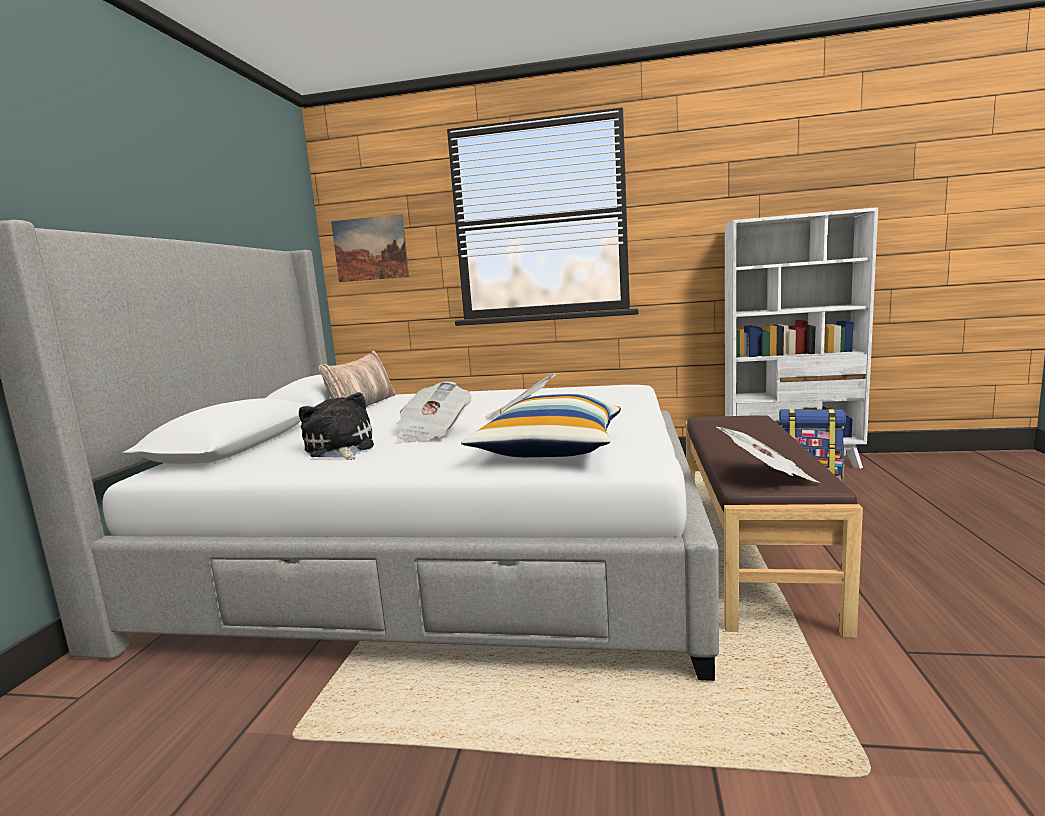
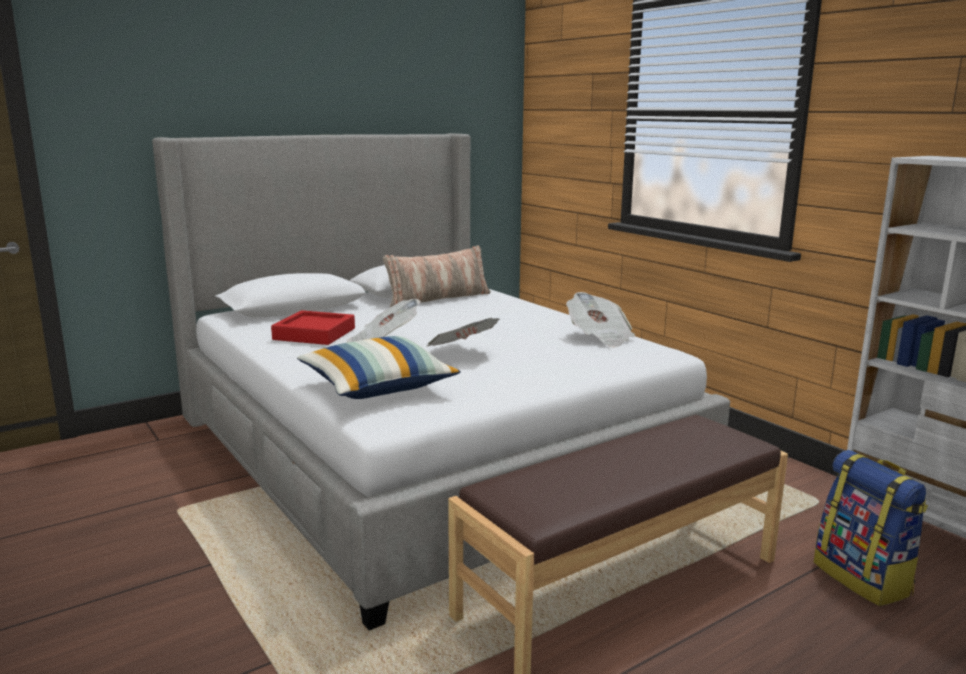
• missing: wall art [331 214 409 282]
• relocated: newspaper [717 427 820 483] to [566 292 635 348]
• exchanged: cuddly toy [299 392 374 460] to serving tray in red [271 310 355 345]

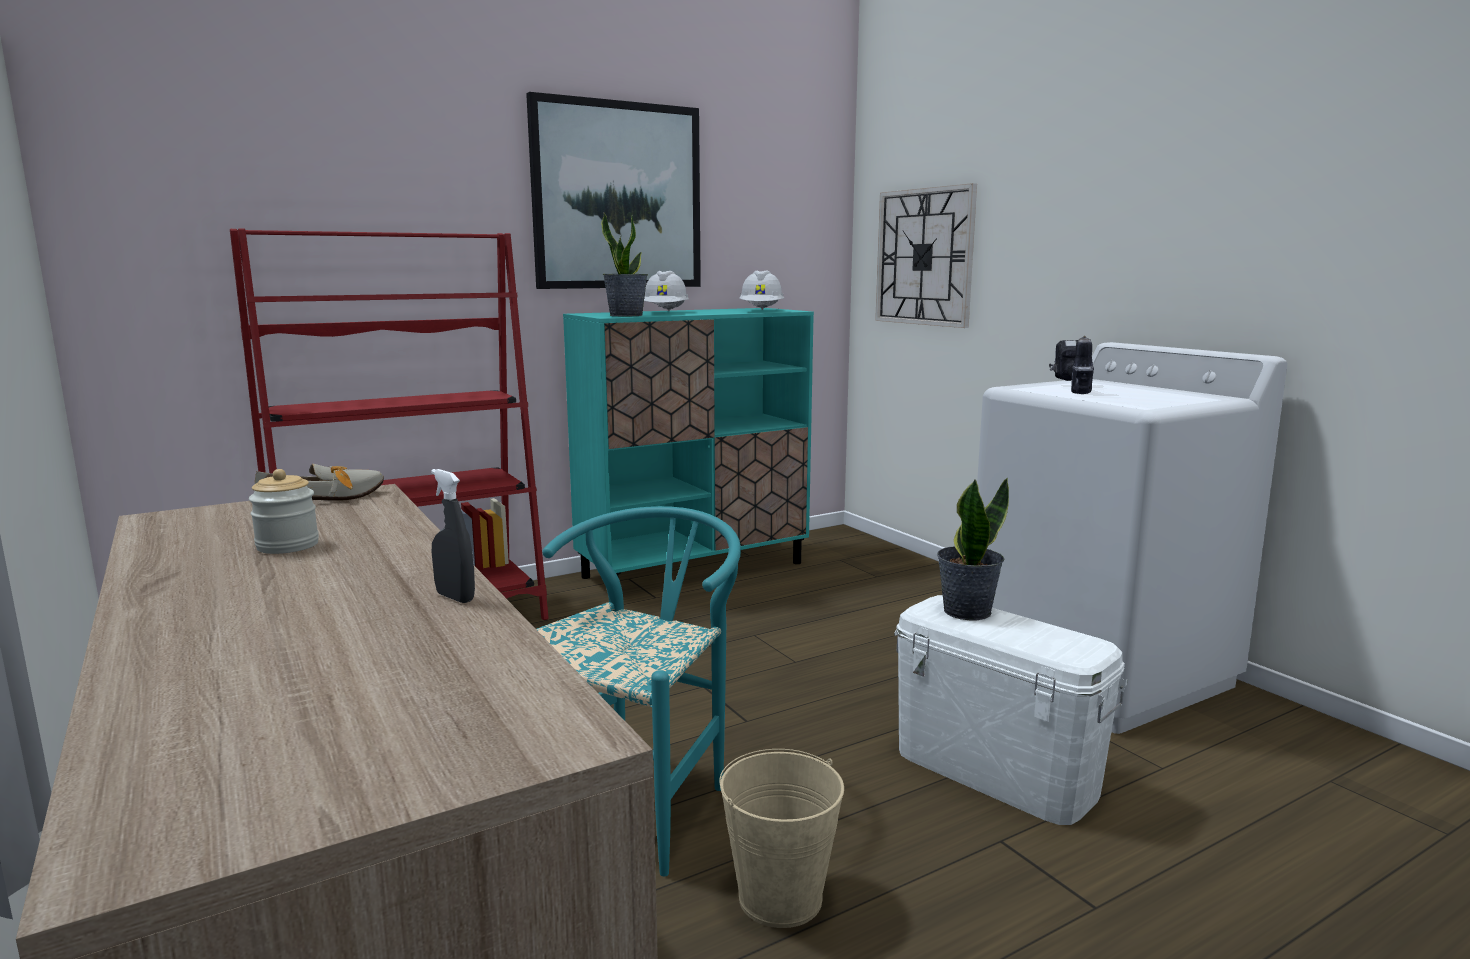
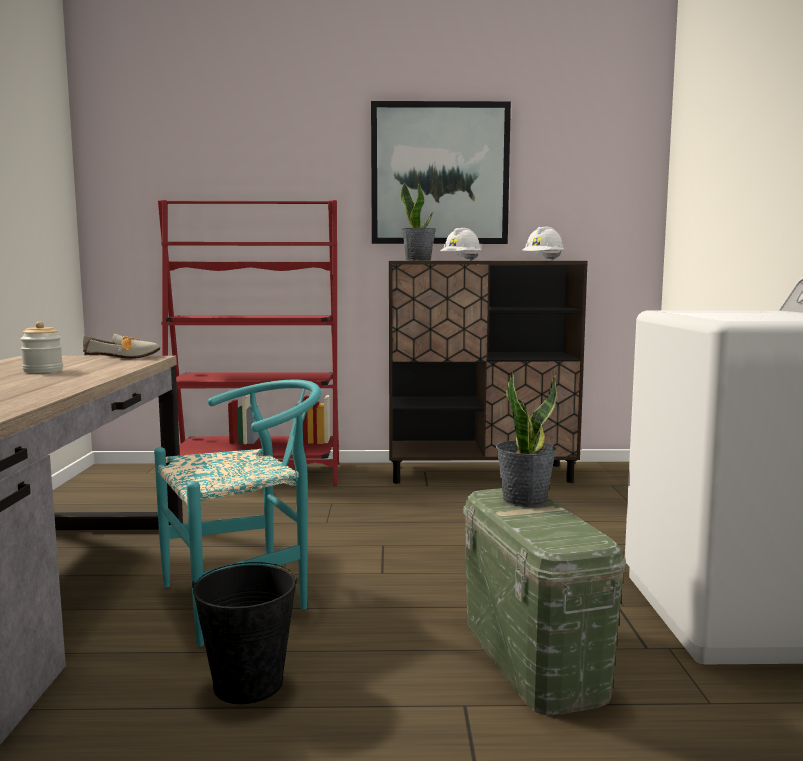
• missing: hand sprayer in gray [431 469 475 603]
• missing: clock on the wall [875 183 977 328]
• missing: electric drill [1049 336 1094 394]
• colour: cabinet in blue-green [563 308 814 579] to cabinet in brownish [389 261 588 483]
• colour: bucket in beige-coloured [719 749 844 928] to bucket in black [192 562 298 704]
• colour: storage bin in white-coloured [894 595 1128 825] to storage bin in green-coloured [463 488 626 715]

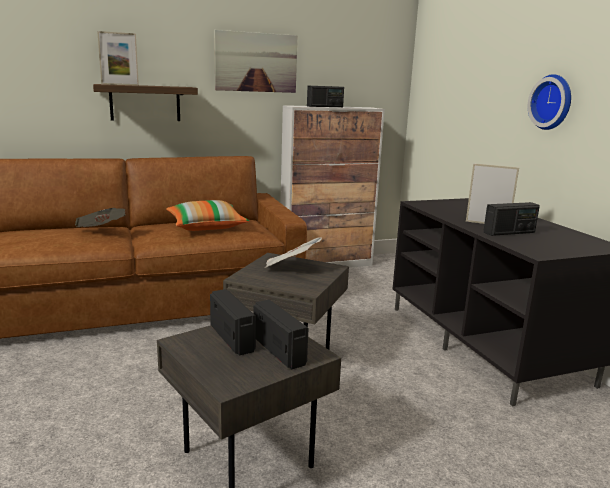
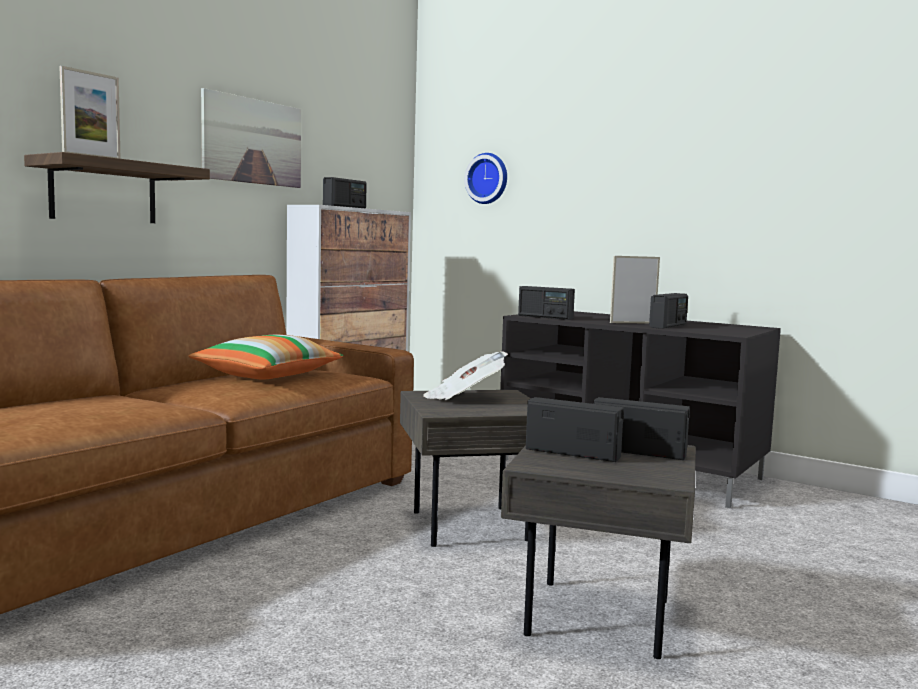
• missing: newspaper [75 208 126 227]
• appeared: radio set [518 286 575 320]
• relocated: clock on the wall [528 74 571 130] to [464 153 507 204]

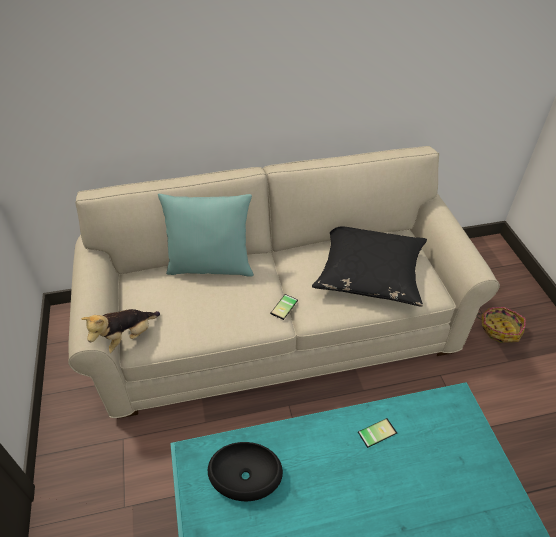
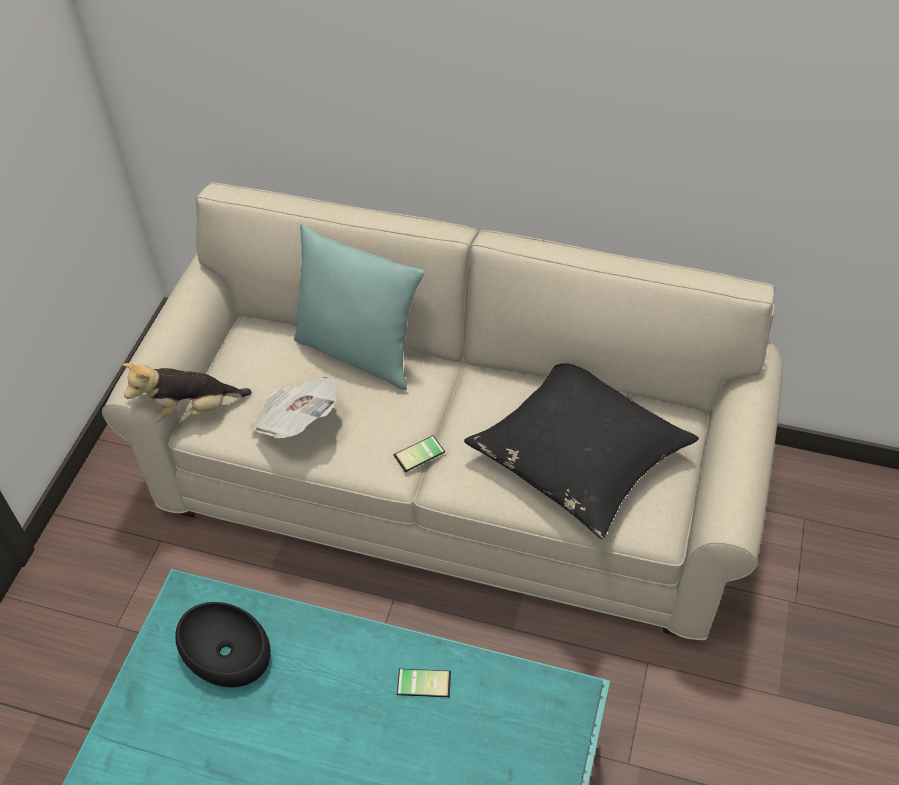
• missing: storage basket [476 307 526 343]
• appeared: newspaper [250 377 342 438]

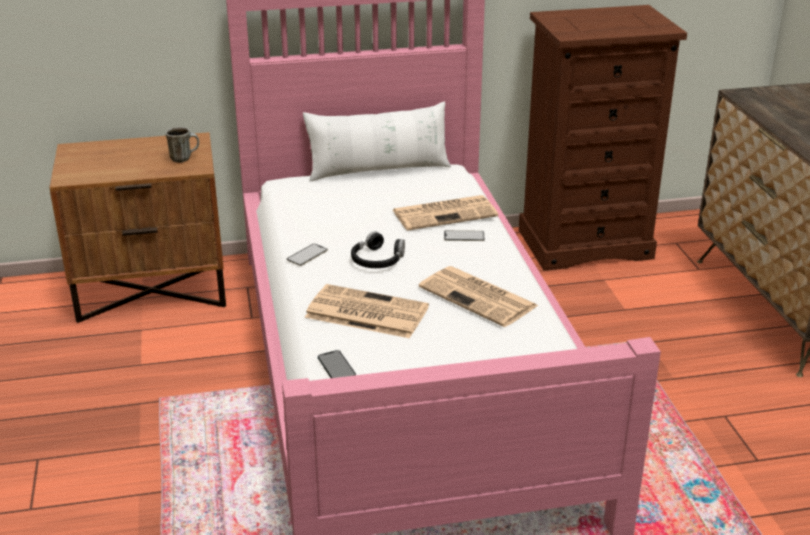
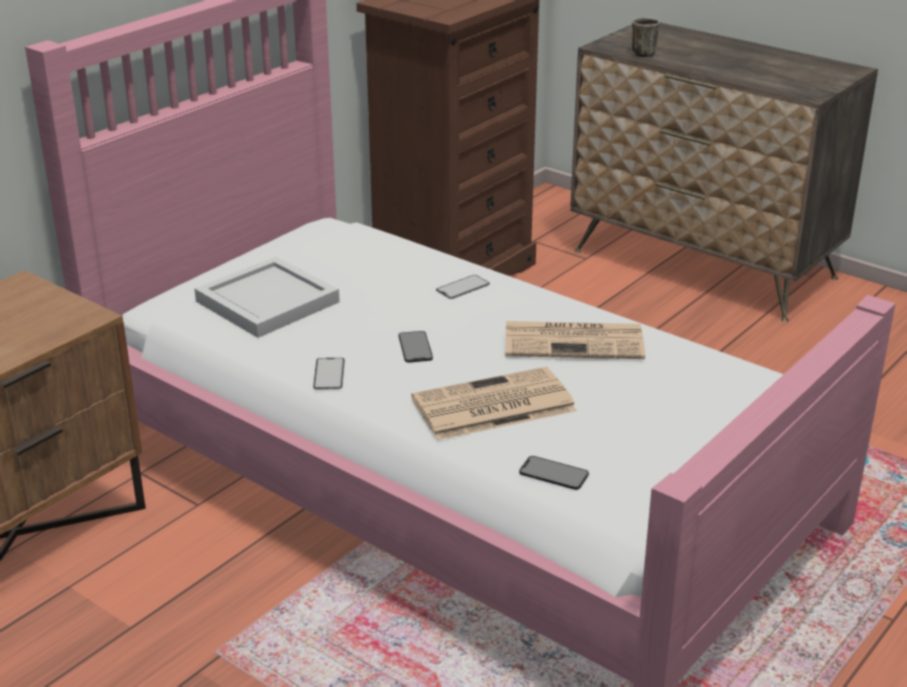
• missing: pillow in white-coloured [303 102 451 182]
• missing: newspaper [393 195 498 231]
• appeared: serving tray in white-coloured [194 256 340 338]
• relocated: coffee mug [165 127 199 163] to [632 17 660 57]
• exchanged: headphones in black [351 231 405 268] to phone [398 331 433 363]

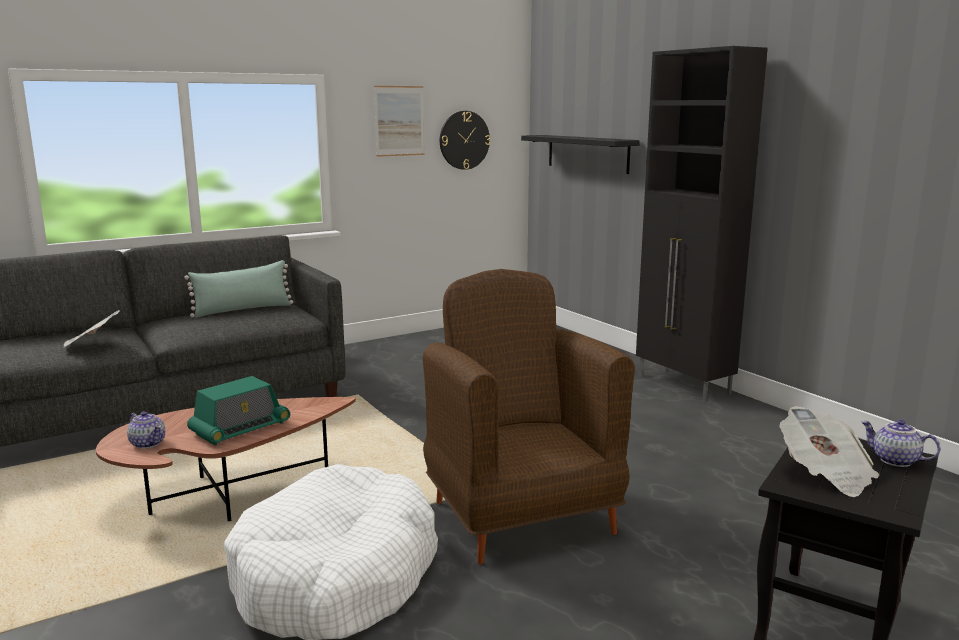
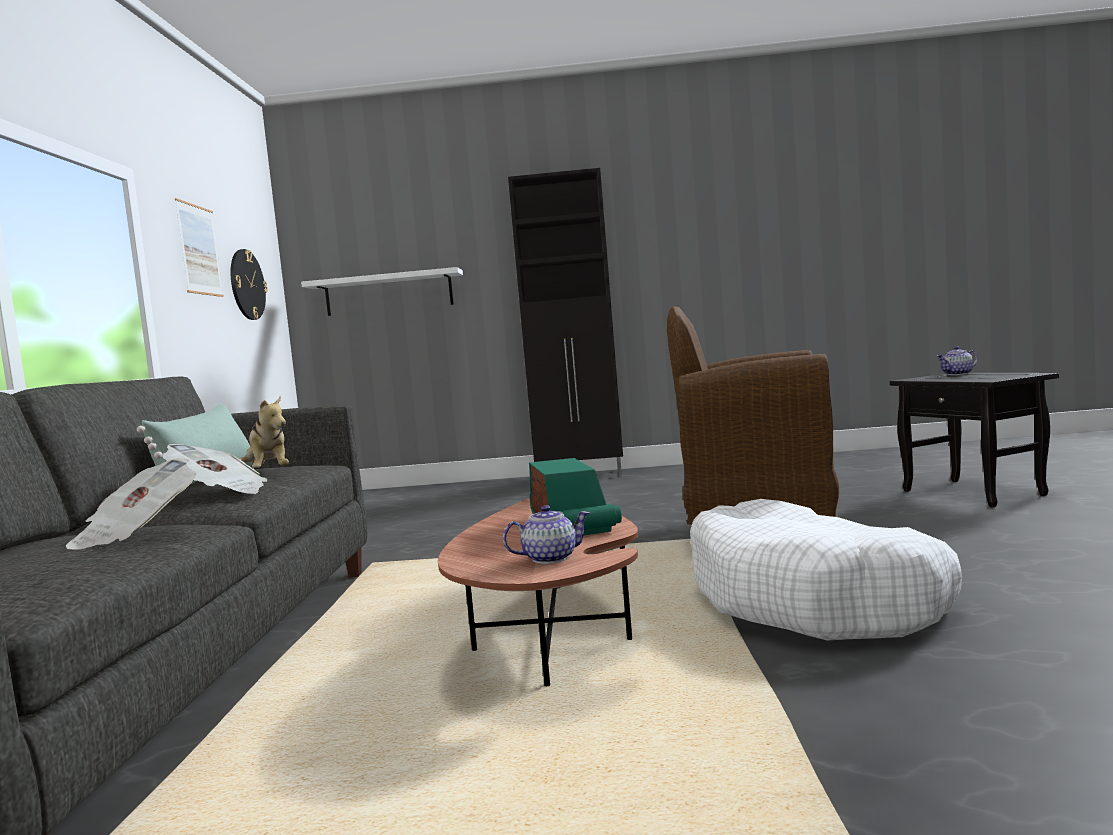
• appeared: cuddly toy [239 396 289 469]
• relocated: newspaper [779 406 879 497] to [162 444 268 494]
• colour: bracket shelf in black [521 135 640 174] to bracket shelf in white-coloured [301 267 463 316]

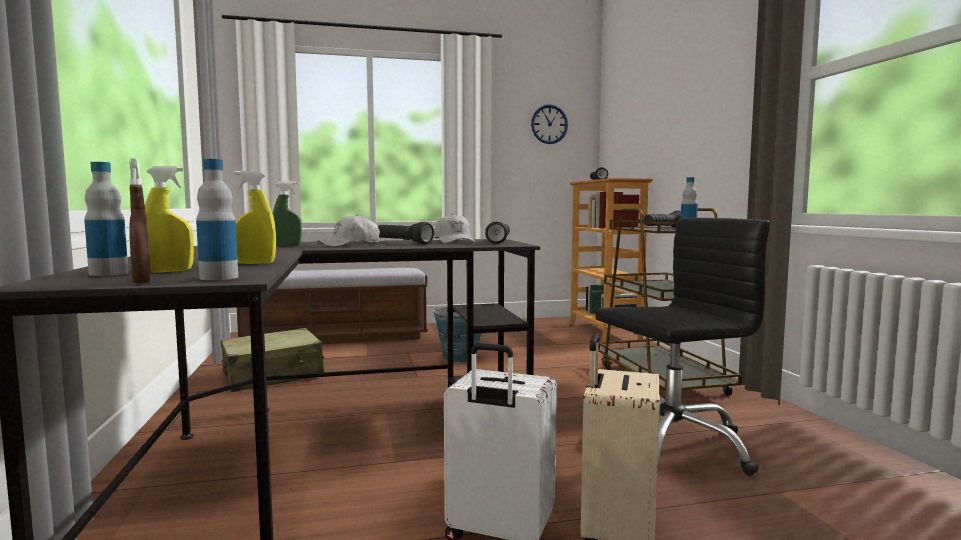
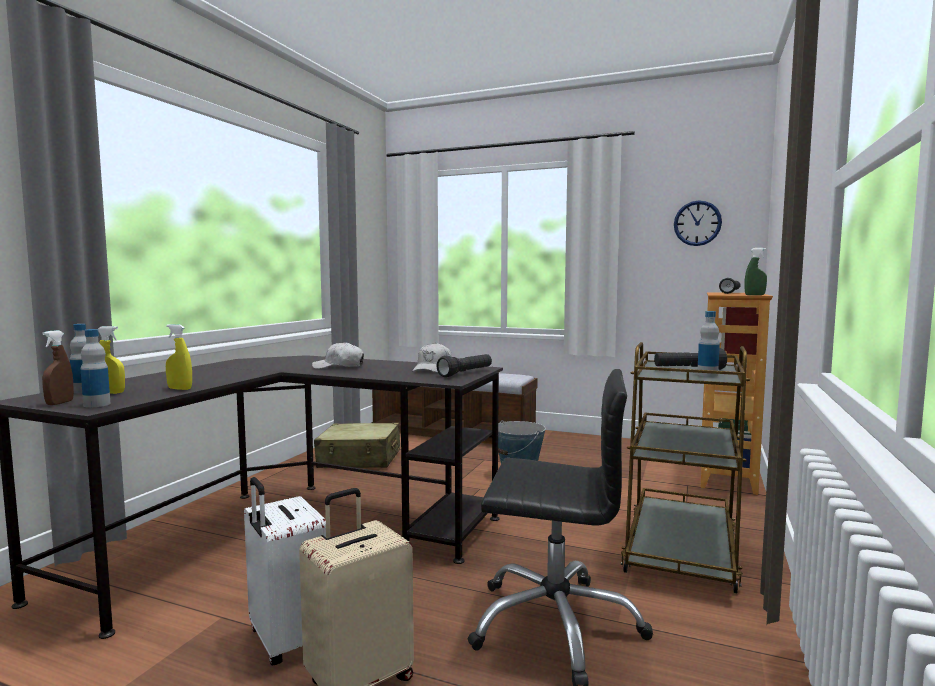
• missing: hand torch in black [378 222 434 244]
• relocated: hand sprayer in green-coloured [272 181 302 247] to [745 248 767 295]

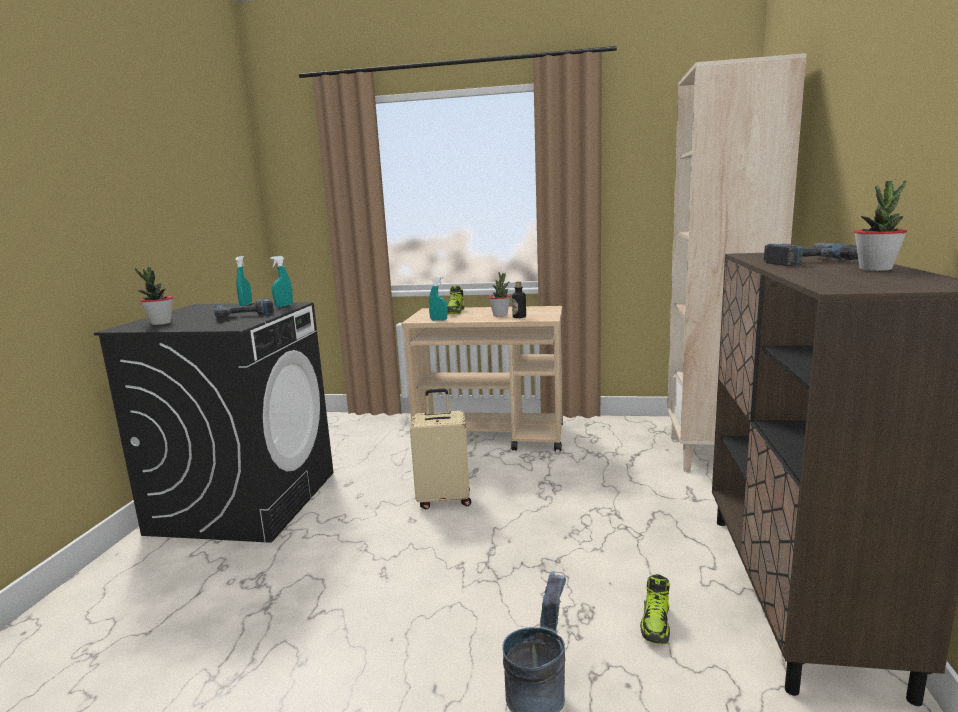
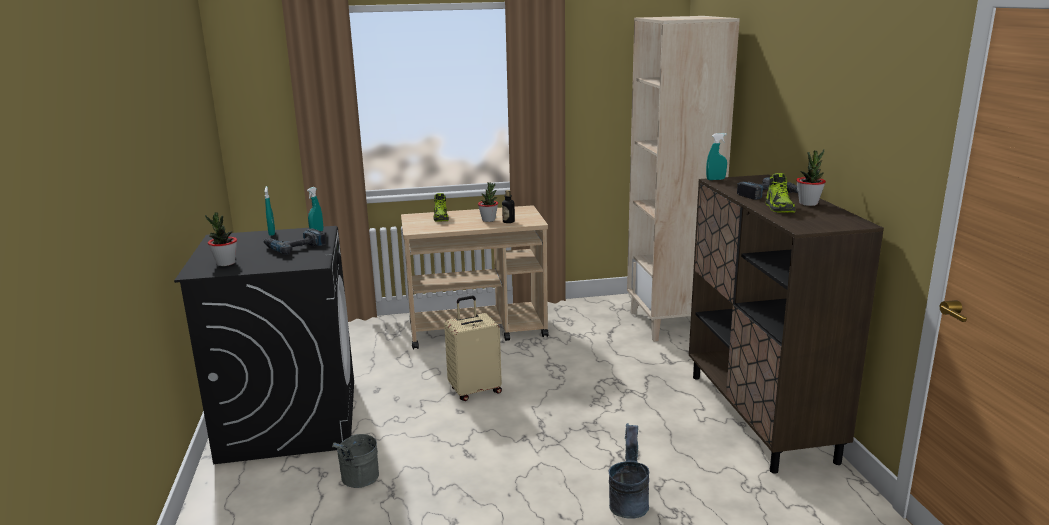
• appeared: bucket in gray [332 434 379 488]
• relocated: hand sprayer in blue-green [429 277 447 321] to [706 133 727 180]
• relocated: item of footwear [640 574 670 644] to [766 173 795 213]

